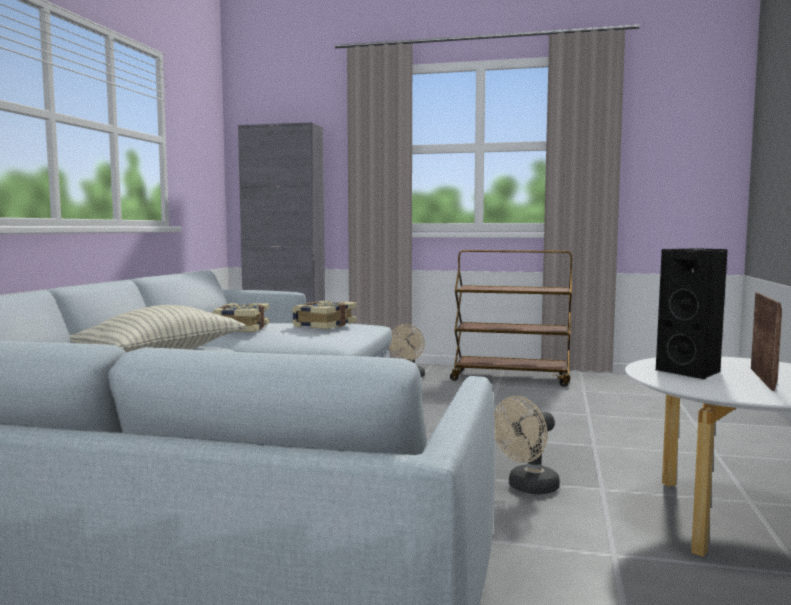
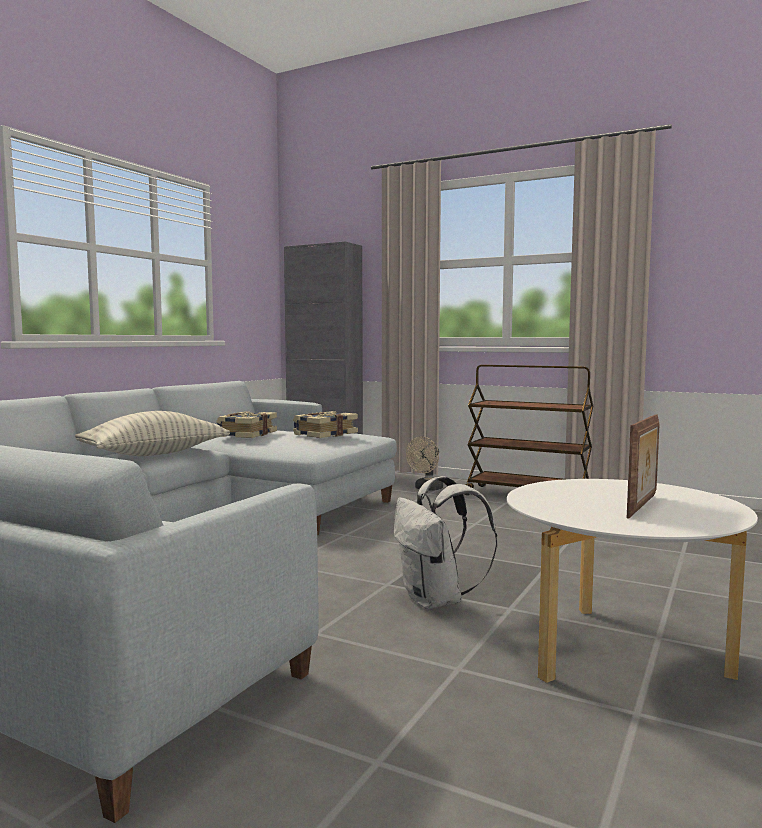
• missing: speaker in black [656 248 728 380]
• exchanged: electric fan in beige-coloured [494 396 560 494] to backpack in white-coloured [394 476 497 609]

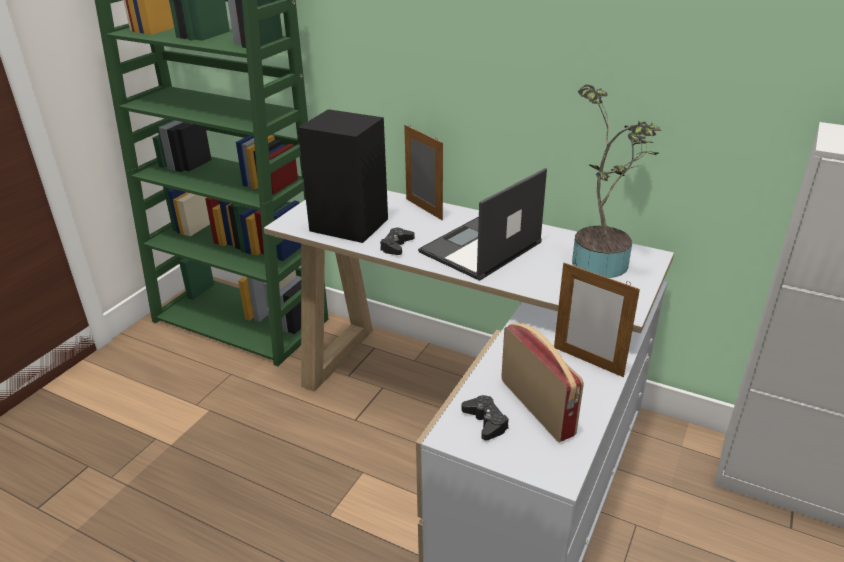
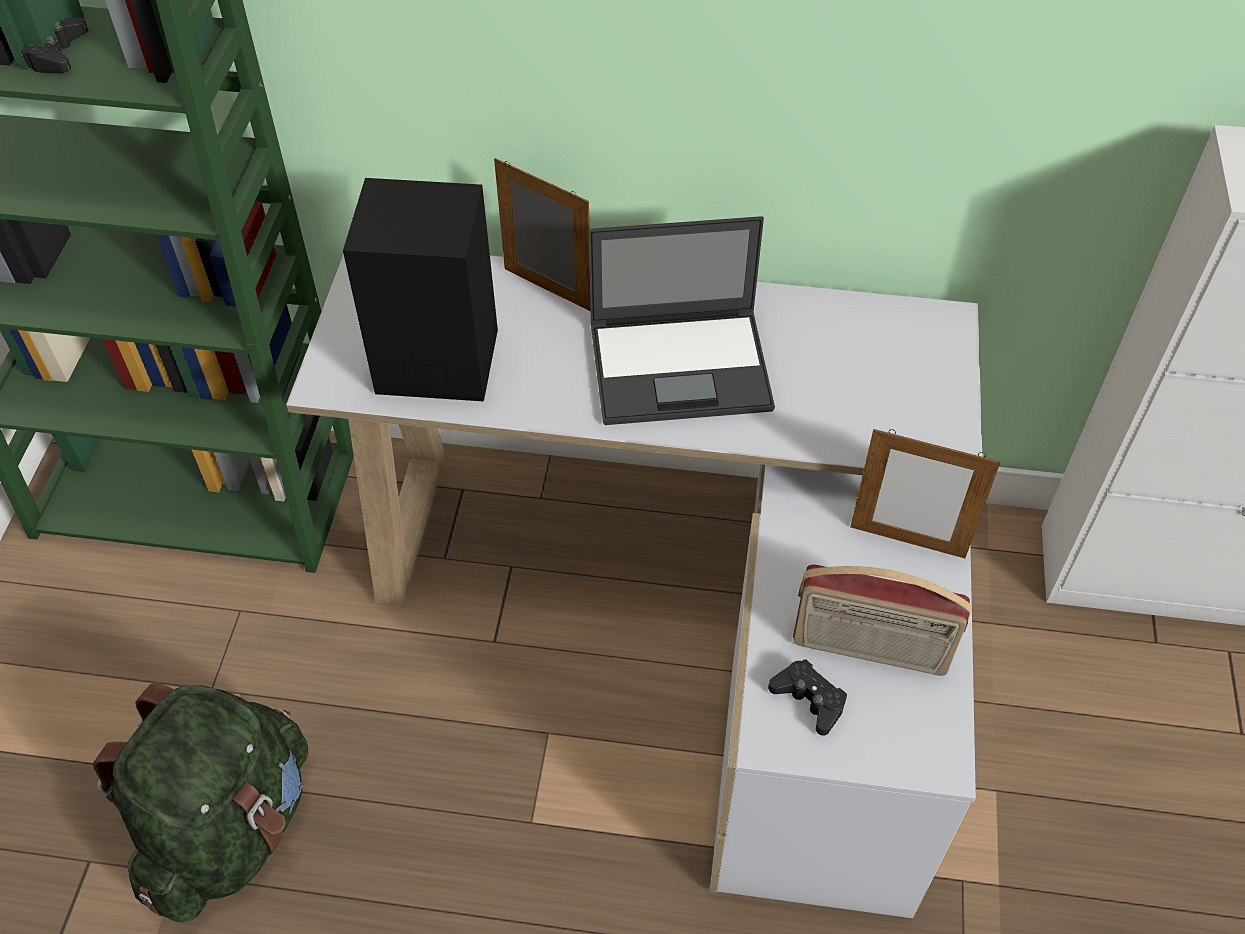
• missing: plant in a pot [572 84 661 278]
• appeared: backpack in green-coloured [93 683 308 923]
• relocated: gamepad in black [380 228 415 255] to [21 17 88 73]
• spun: notebook computer [418 168 547 281] = [588 216 775 425] 120 degrees counterclockwise
• spun: radio set [501 323 584 442] = [793 564 971 676] 150 degrees clockwise

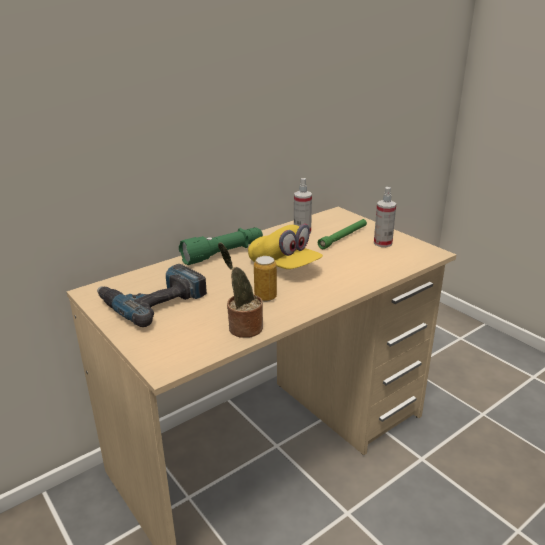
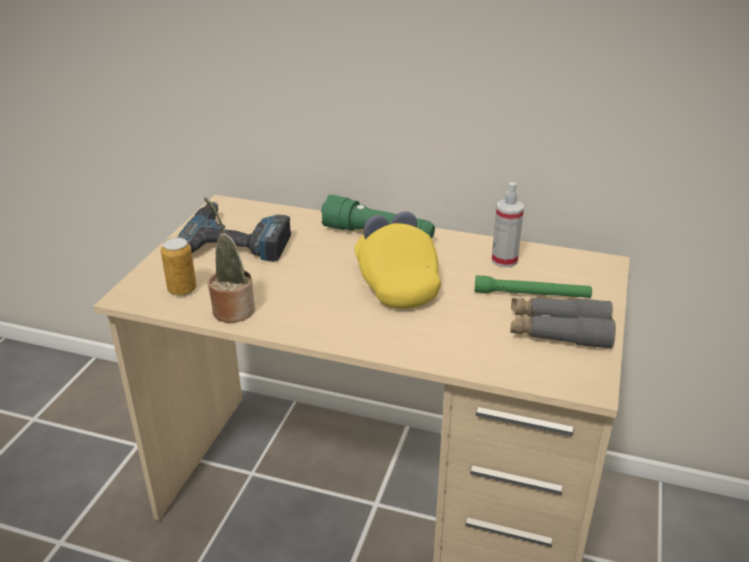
• relocated: metal can [254 256 277 302] to [161 237 197 296]
• exchanged: hand sprayer [374 187 396 247] to pair of binoculars in gray [510 298 616 349]
• spun: cap in yellowish [248 224 323 269] = [354 211 441 309] 150 degrees clockwise

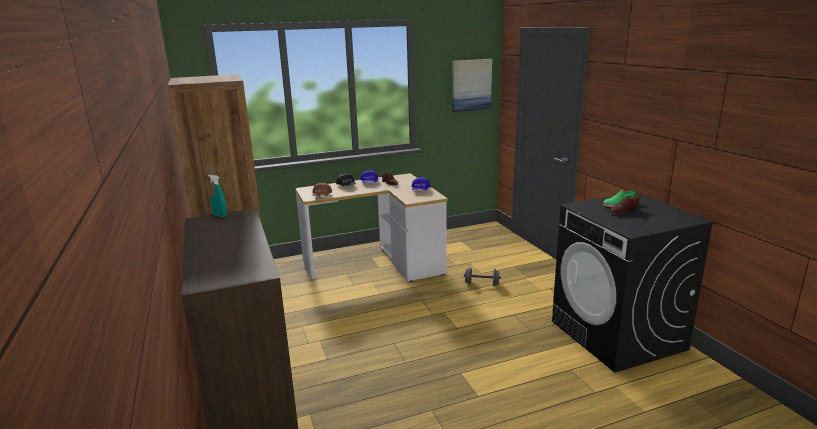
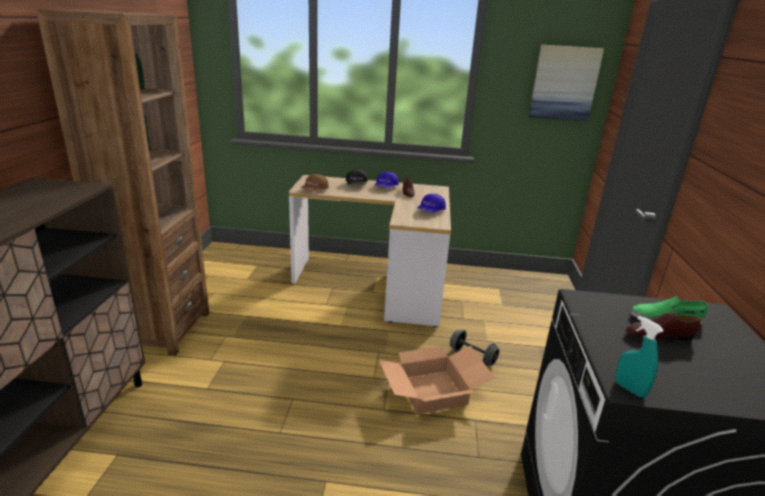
• appeared: cardboard box [378 346 494 414]
• relocated: hand sprayer in blue-green [208 175 227 217] to [616 316 664 398]

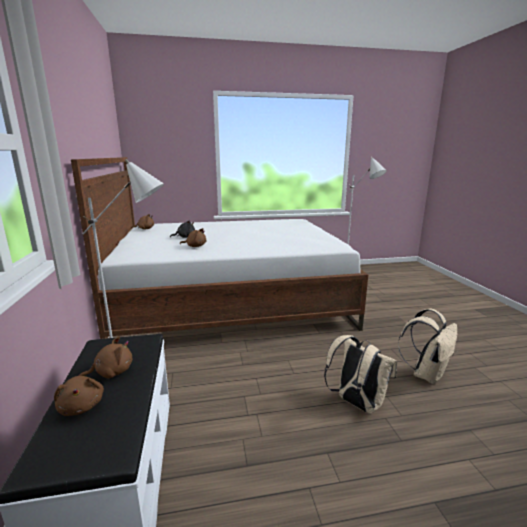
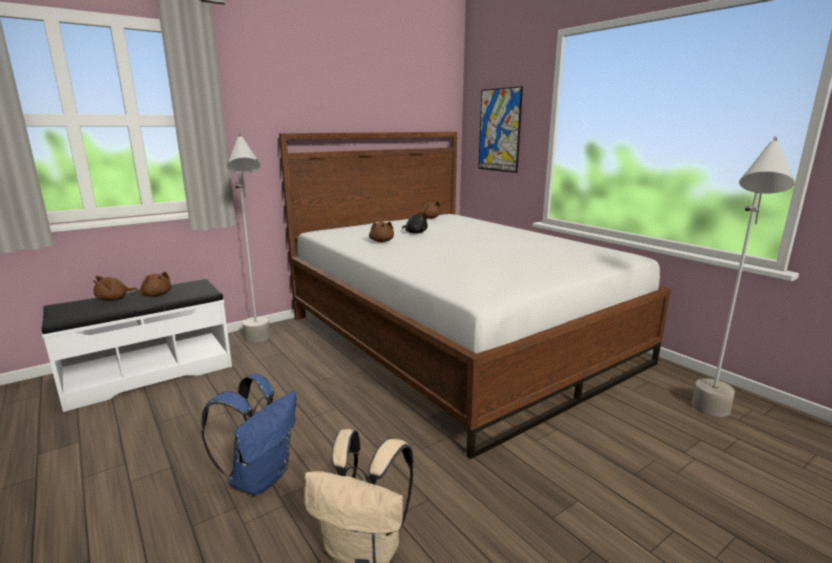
• appeared: wall art [478 86 523 173]
• colour: backpack in beige-coloured [324 335 397 414] to backpack in bluish [201 374 296 496]

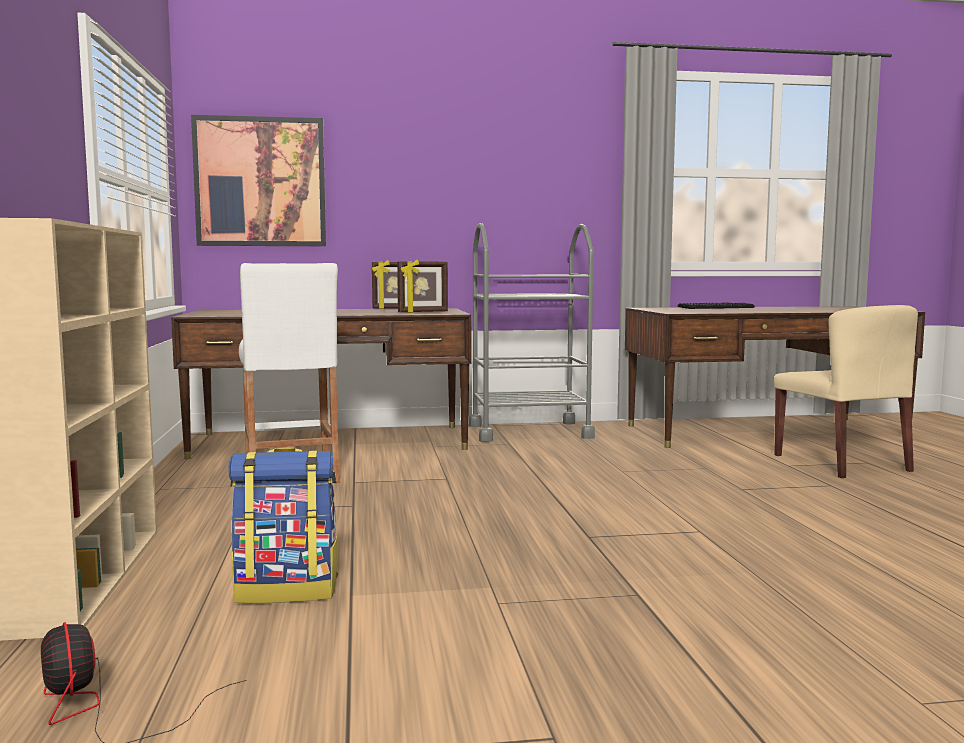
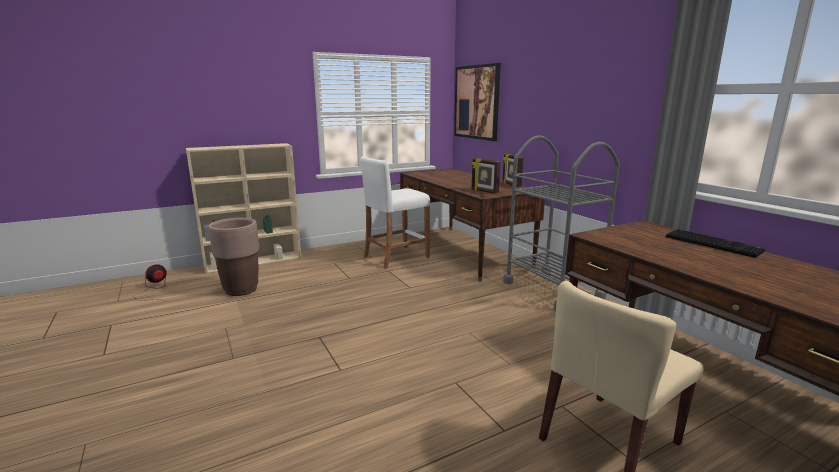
• exchanged: backpack [228 448 339 603] to plant pot in brownish [208 218 259 296]

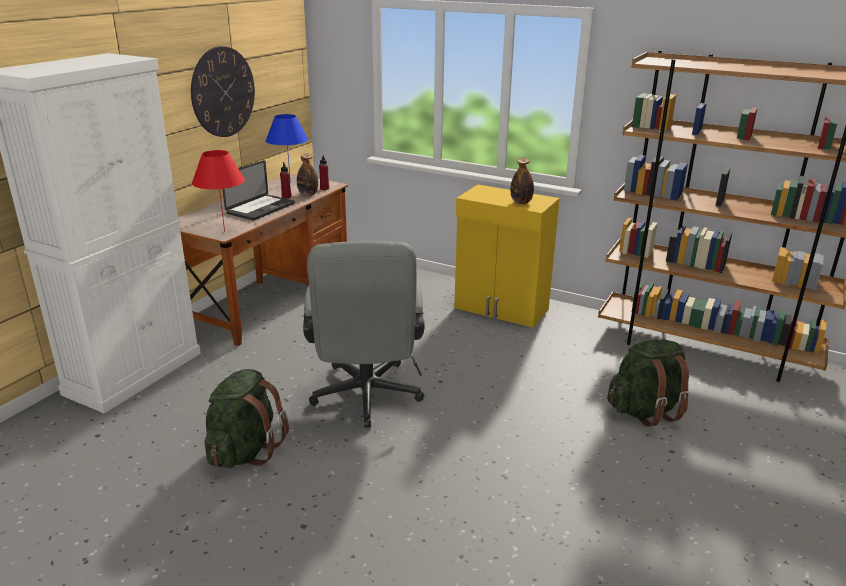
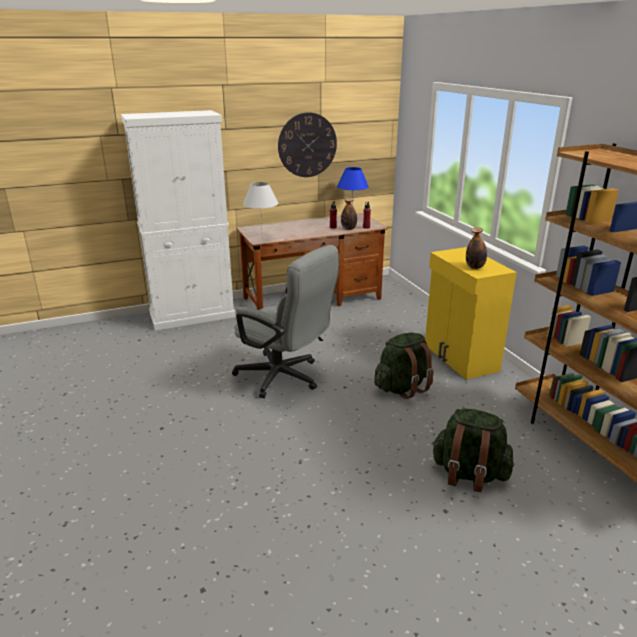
• missing: notebook computer [222 160 295 221]
• relocated: backpack in green-coloured [205 369 289 468] to [374 333 434 399]
• colour: lamp for a table in red [192 150 245 232] to lamp for a table in white-coloured [243 182 278 228]
• spun: computer chair in gray [303 241 424 428] = [232 245 339 398] 90 degrees counterclockwise

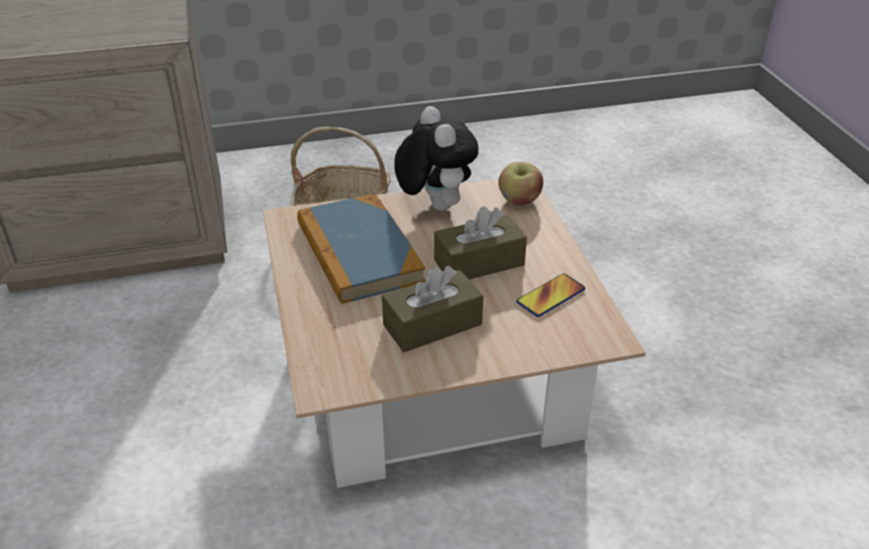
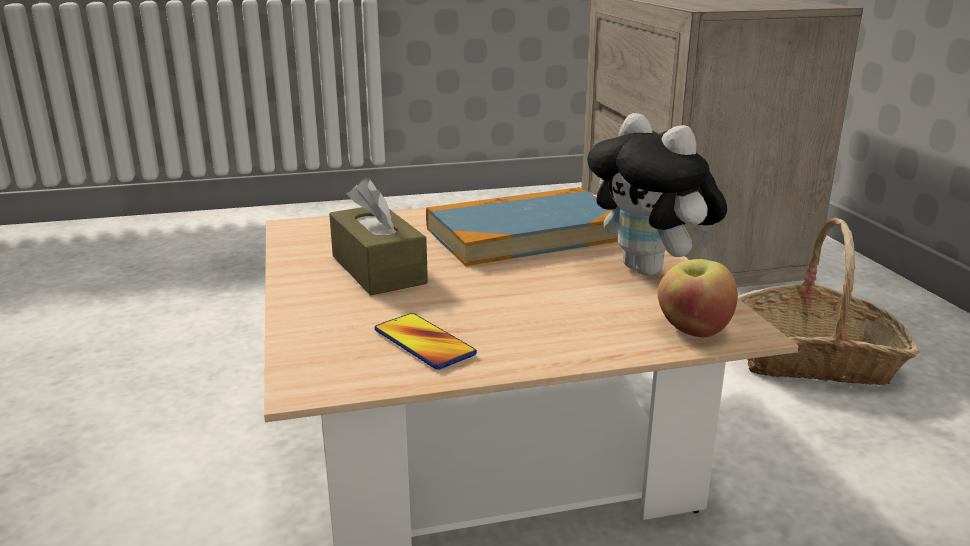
• missing: box of tissues in brownish [434 206 527 279]
• spun: cuddly toy [394 106 478 211] = [587 113 727 276] 75 degrees clockwise

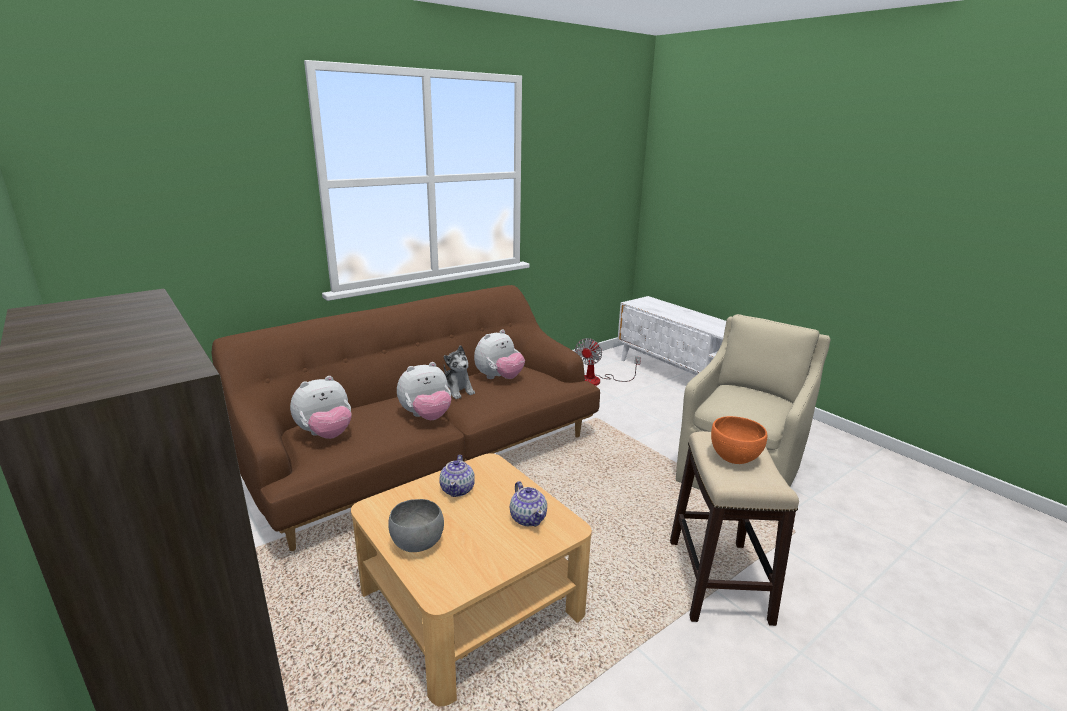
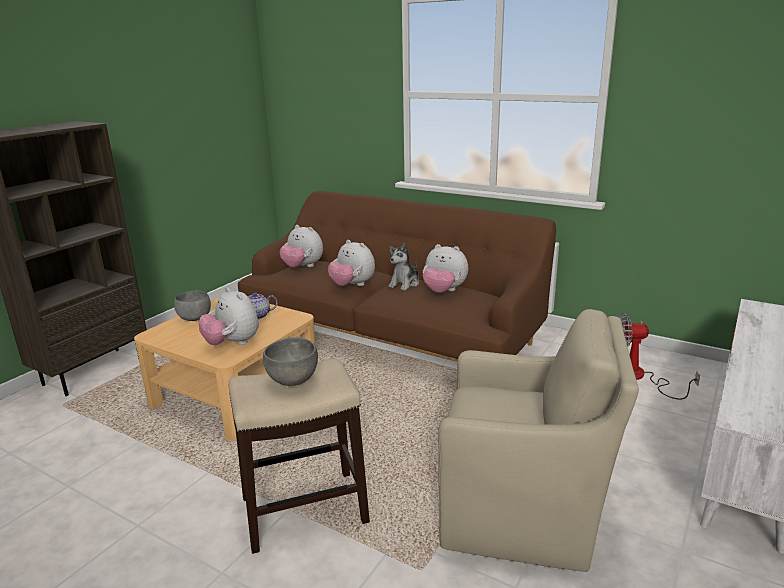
• exchanged: pot for tea [510 481 547 527] to cuddly toy [199 287 259 345]
• colour: serving bowl in orange-coloured [711 416 767 464] to serving bowl in gray [263 337 318 386]

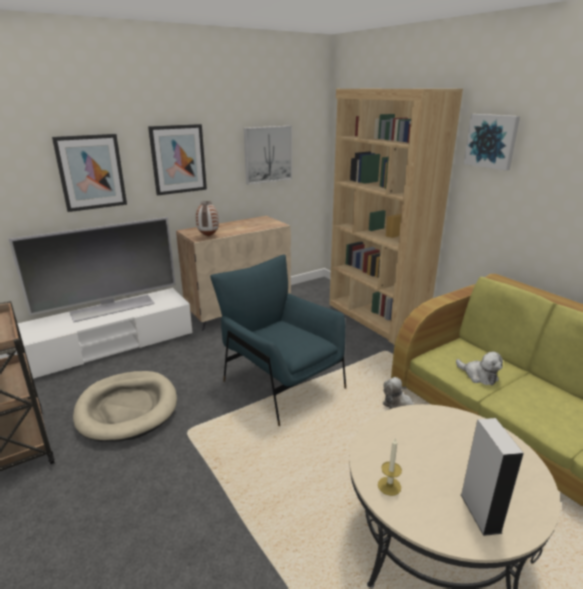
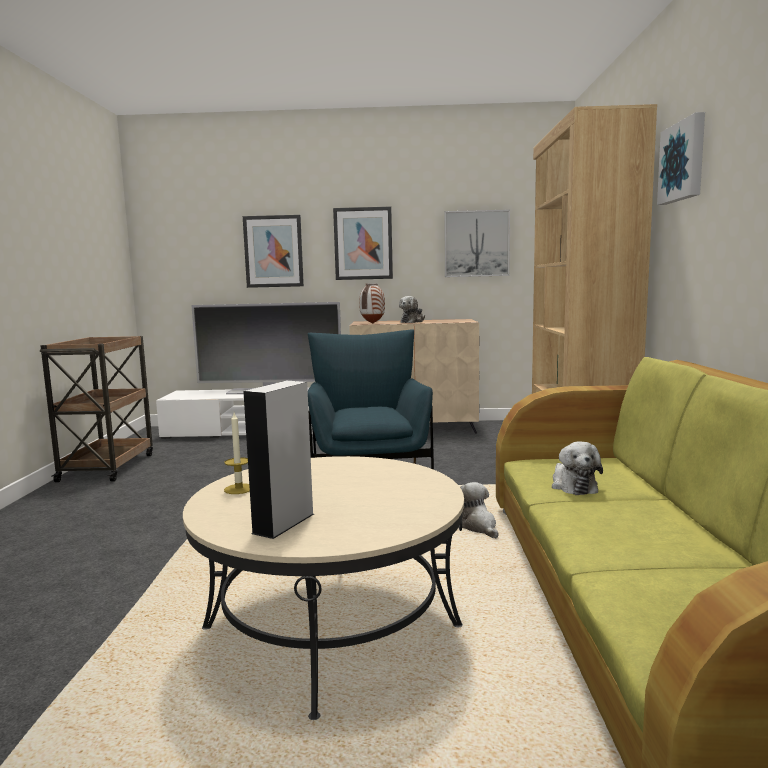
• missing: dog cushion in beige-coloured [73 371 177 442]
• appeared: cuddly toy [399 296 425 323]

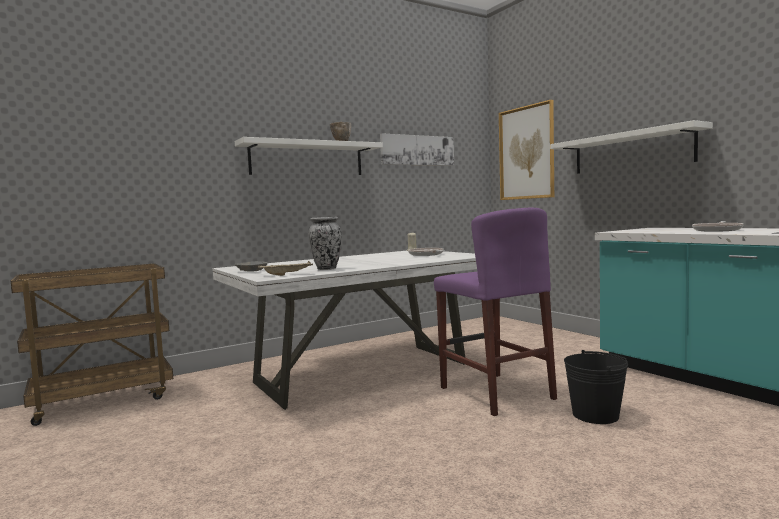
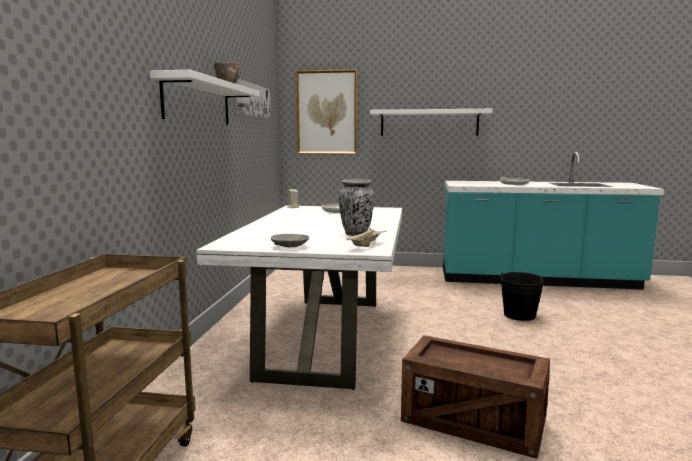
• missing: stool in purple-coloured [434 207 557 416]
• appeared: packing crate [401 335 550 459]

